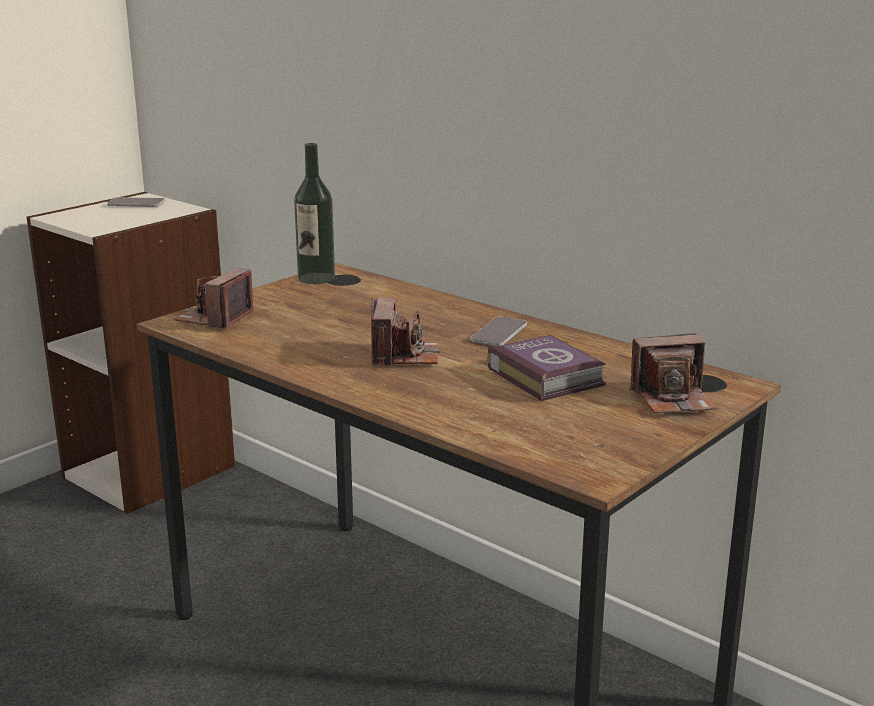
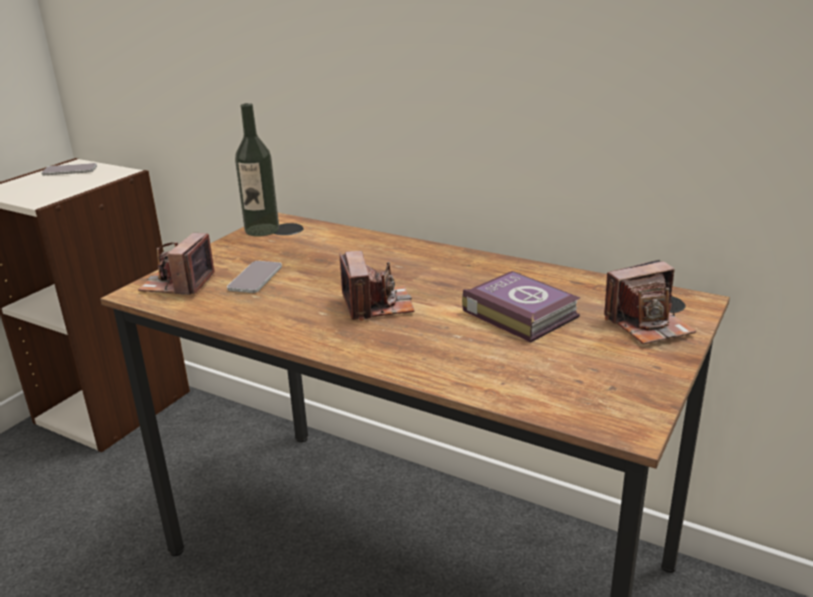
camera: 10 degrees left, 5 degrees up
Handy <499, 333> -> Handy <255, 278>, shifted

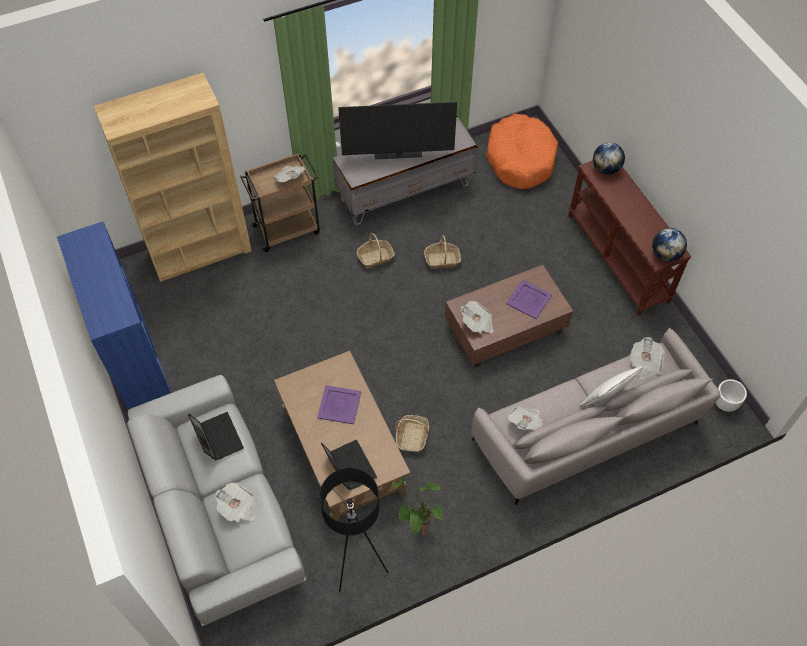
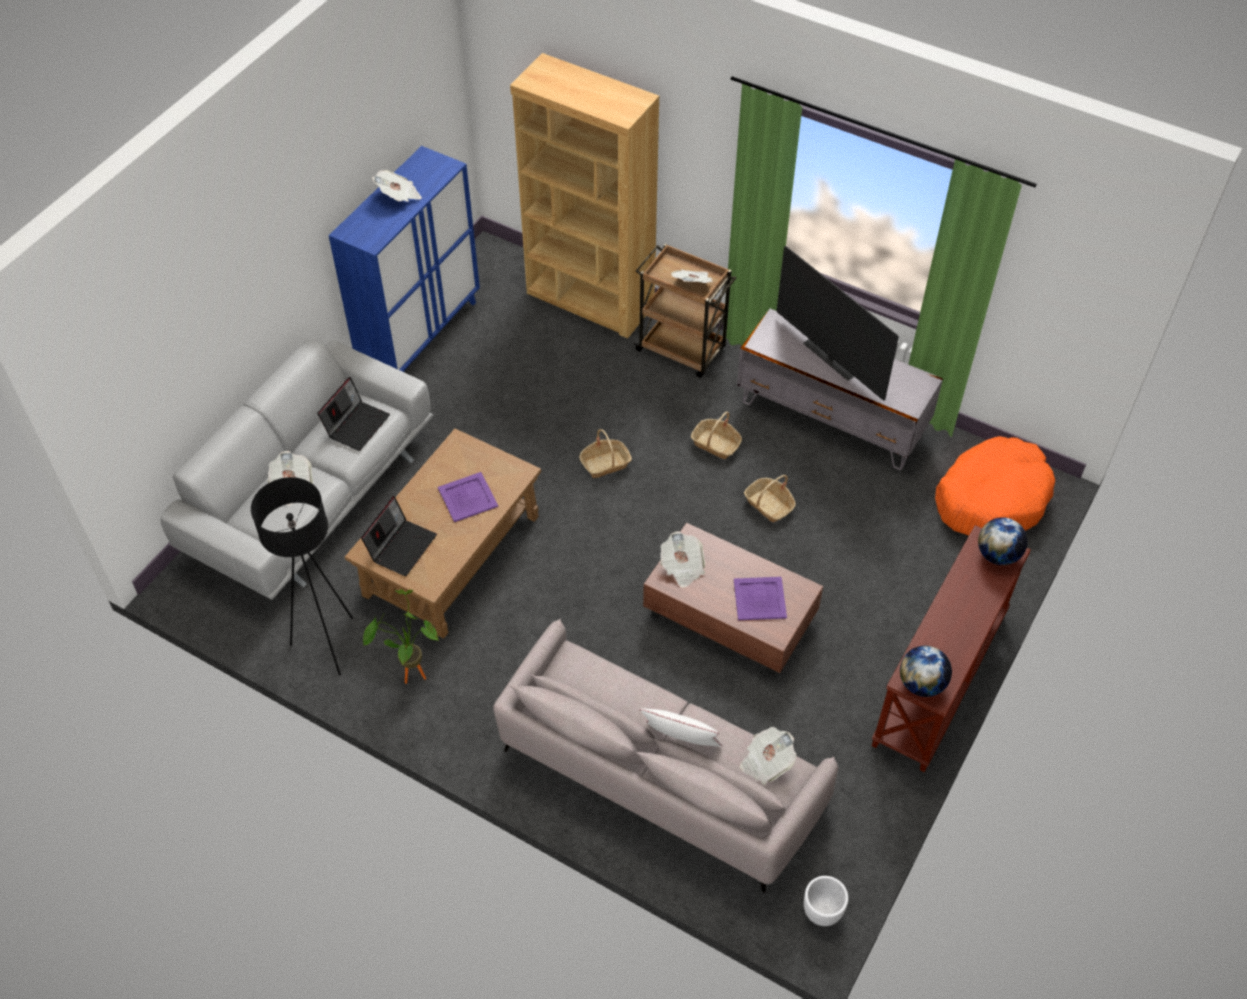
camera: 55 degrees right, 5 degrees down
Korb <412, 436> -> Korb <605, 464>, shifted
Zeitung <525, 422> -> Zeitung <399, 196>, shifted

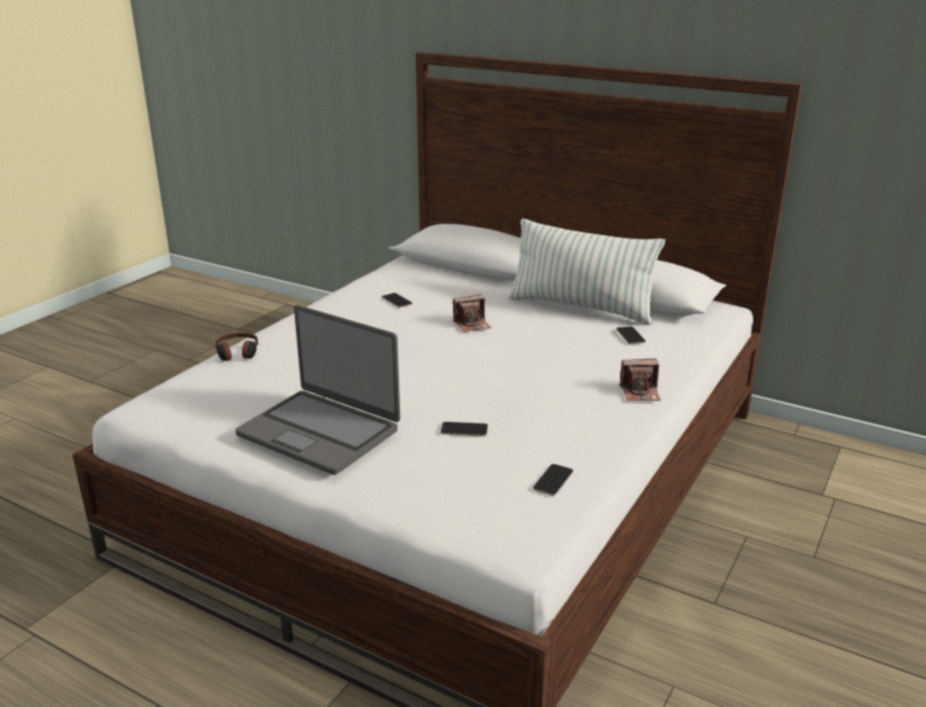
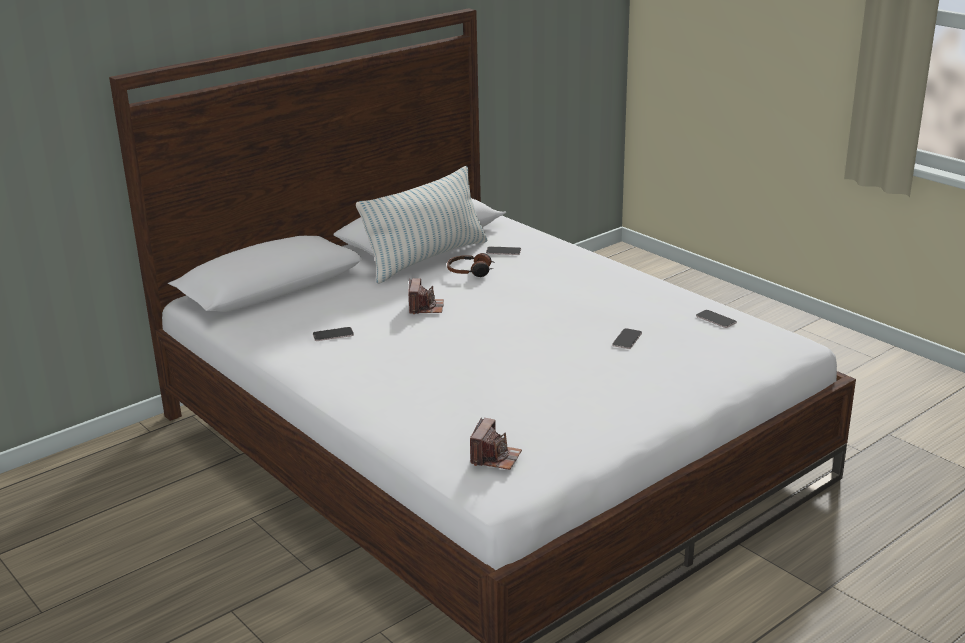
camera: 70 degrees left, 0 degrees up
Laptop <320, 432> -> none
Kopfhörer <237, 353> -> Kopfhörer <471, 271>, shifted
Kamera <640, 392> -> Kamera <495, 457>, shifted

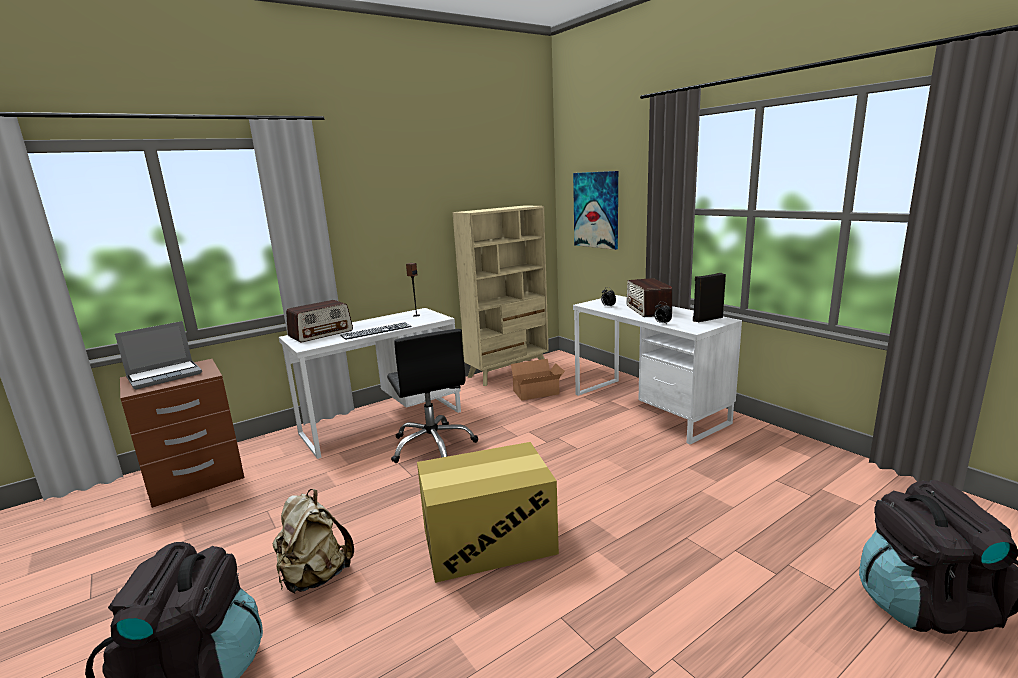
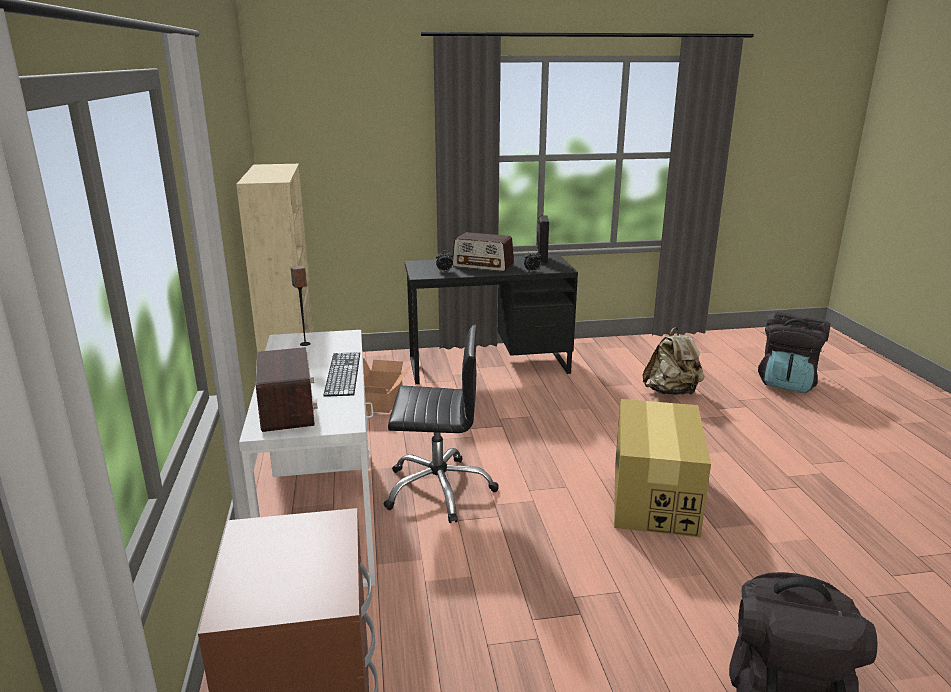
camera: 65 degrees left, 5 degrees up
Laptop <165, 375> -> none
Bild <596, 210> -> none
Rucksack/beige <315, 577> -> Rucksack/beige <671, 392>, shifted
Schreibtisch/weiß <648, 408> -> Schreibtisch/schwarz <489, 365>

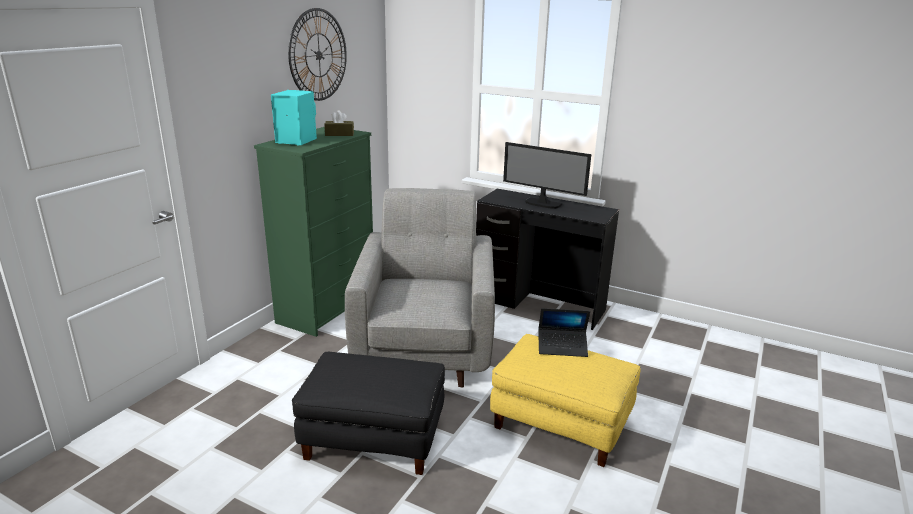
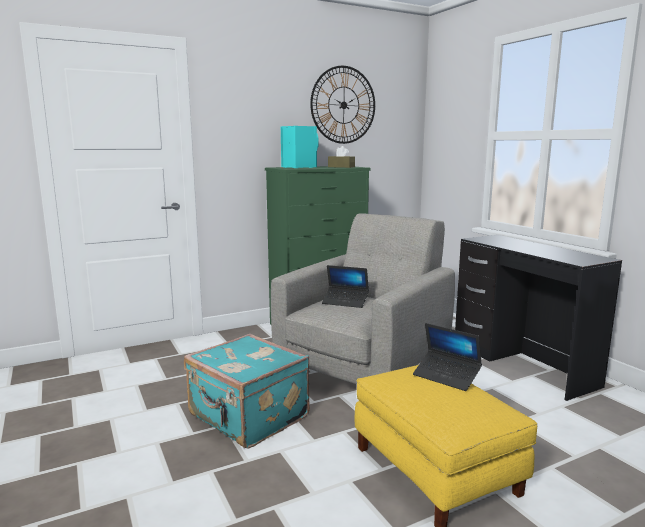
camera: 35 degrees right, 10 degrees down
Monitor <542, 204> -> none
none -> Laptop <345, 302>
Polsterhocker/schwarz <375, 437> -> Koffer/türkis <248, 417>

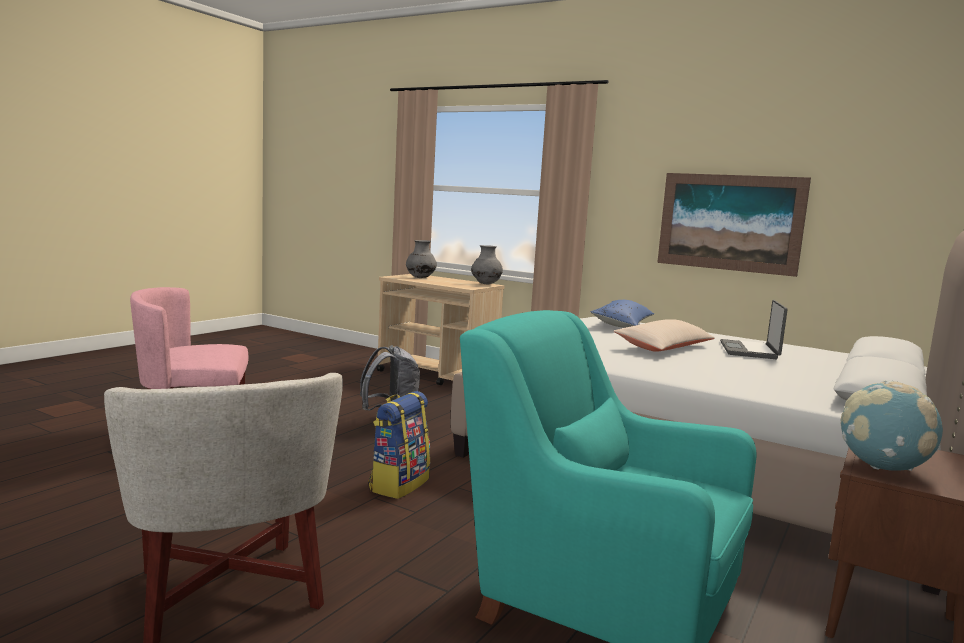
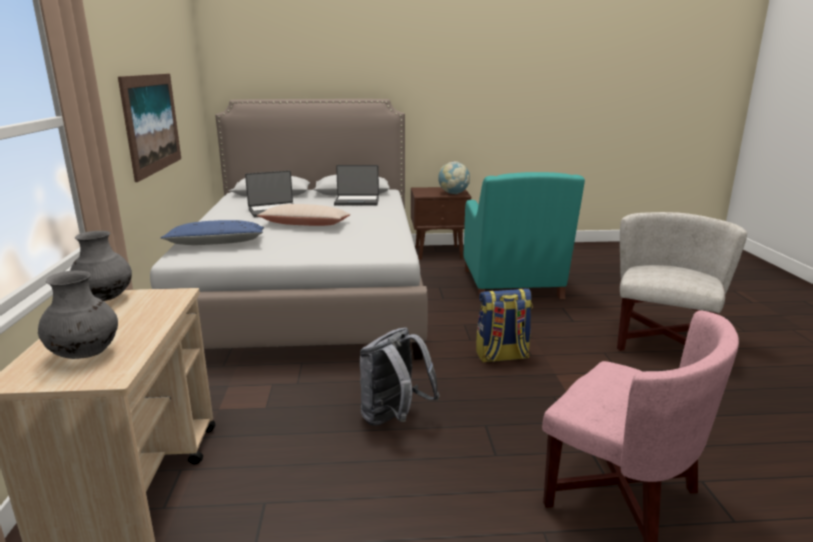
camera: 125 degrees left, 10 degrees up
none -> Laptop <357, 201>

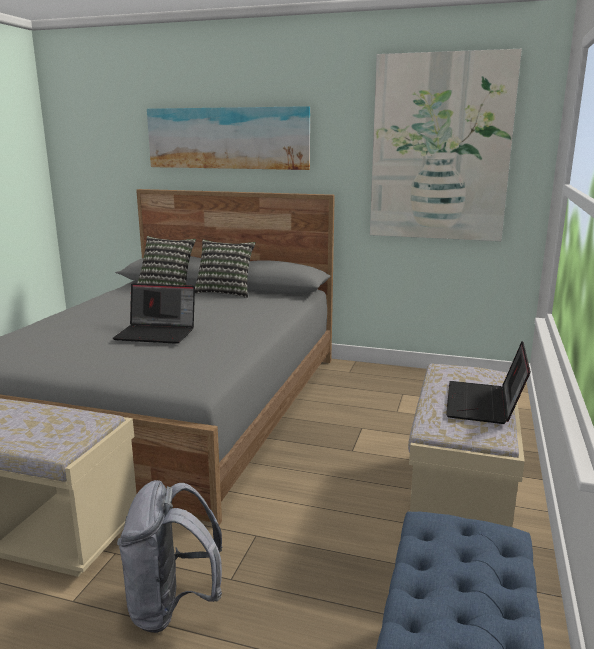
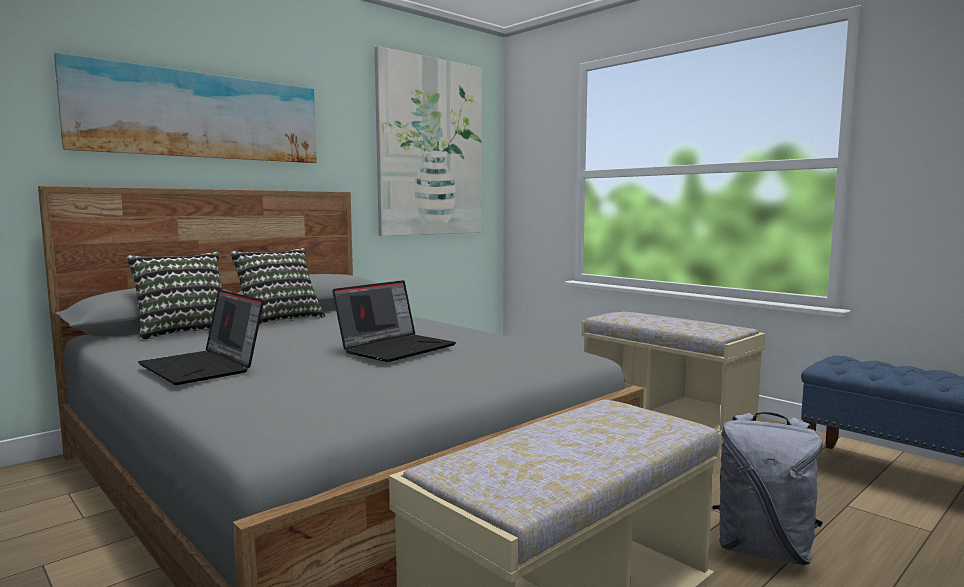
camera: 60 degrees left, 10 degrees down
Laptop <484, 404> -> Laptop <204, 367>, shifted

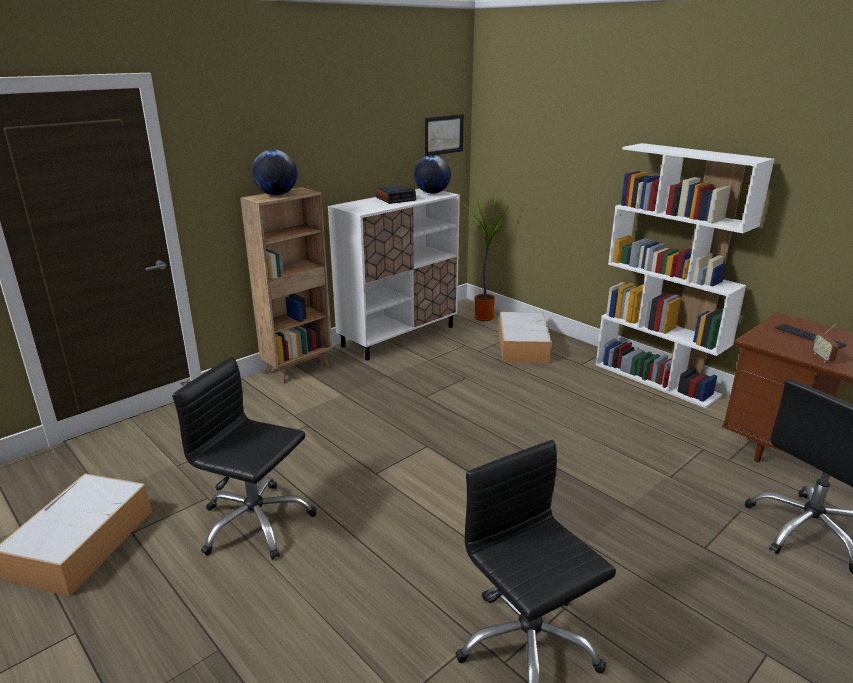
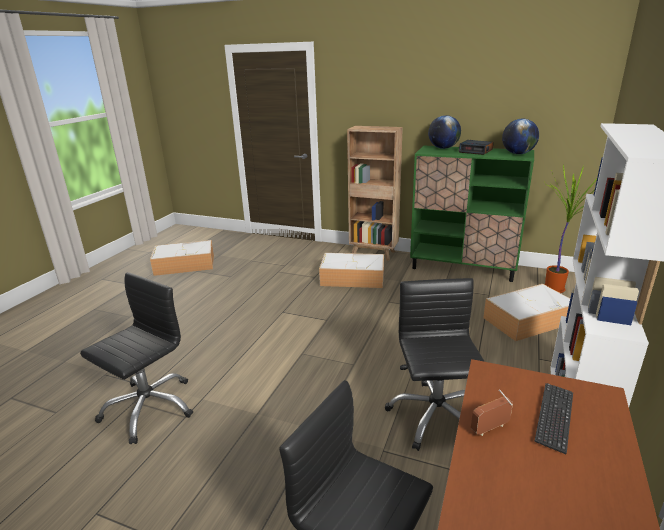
camera: 65 degrees right, 0 degrees up
Bild <444, 135> -> none
none -> Aufbewahrungsbox <353, 278>
Bürostuhl/schwarz <255, 523> -> Bürostuhl/schwarz <435, 416>, shifted
Globus <277, 195> -> Globus <443, 148>, shifted
Schrank/weiß <399, 336> -> Schrank/grün <463, 268>

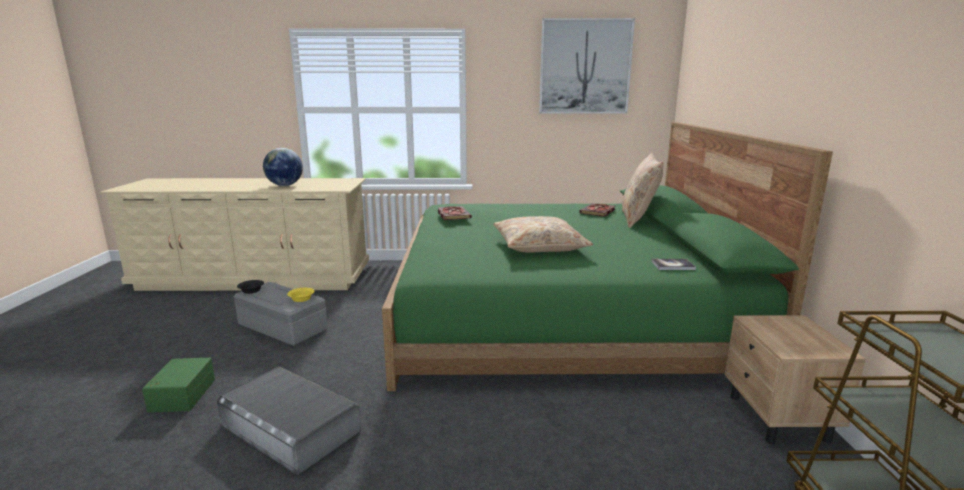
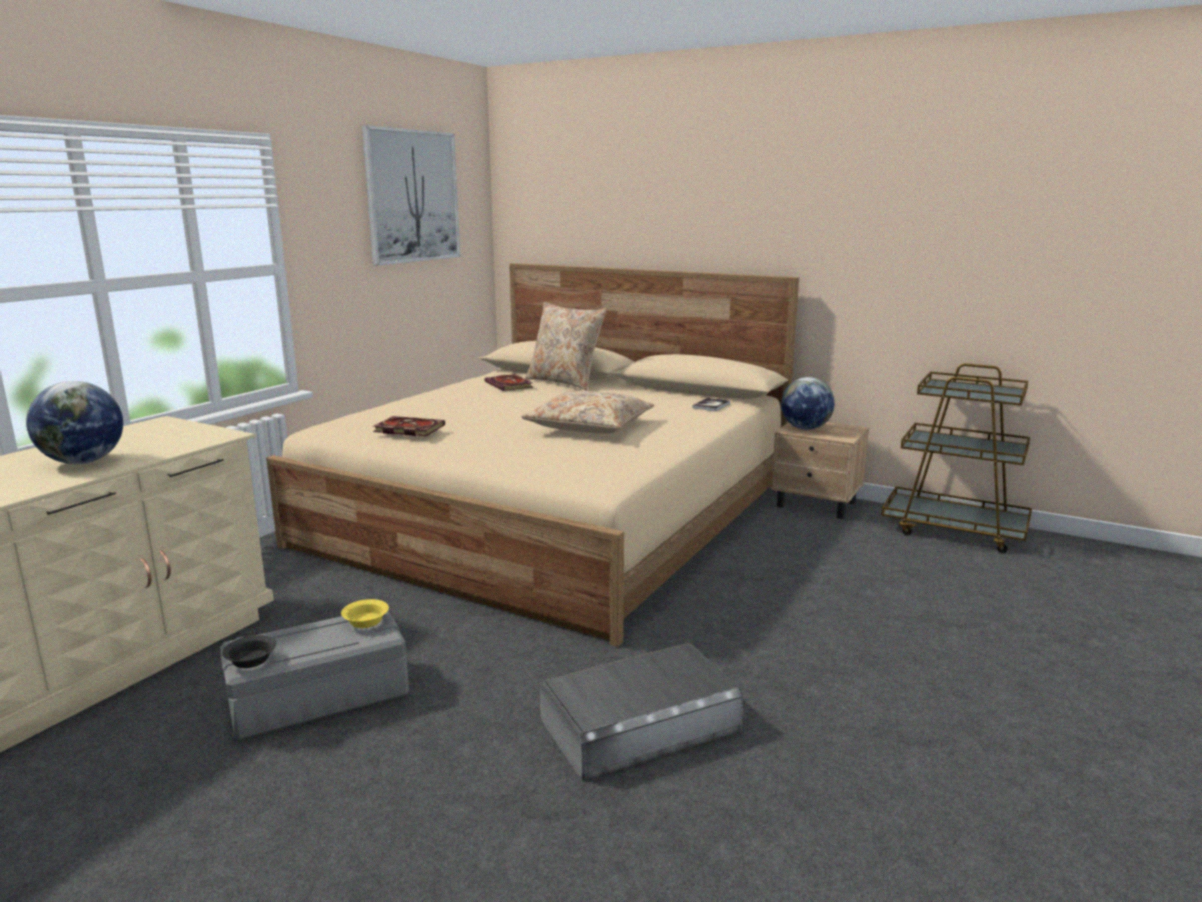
camera: 60 degrees left, 0 degrees up
Aufbewahrungsbox/grün <181, 395> -> none
none -> Globus <805, 428>
Bett/grün <560, 313> -> Bett/beige <555, 515>

